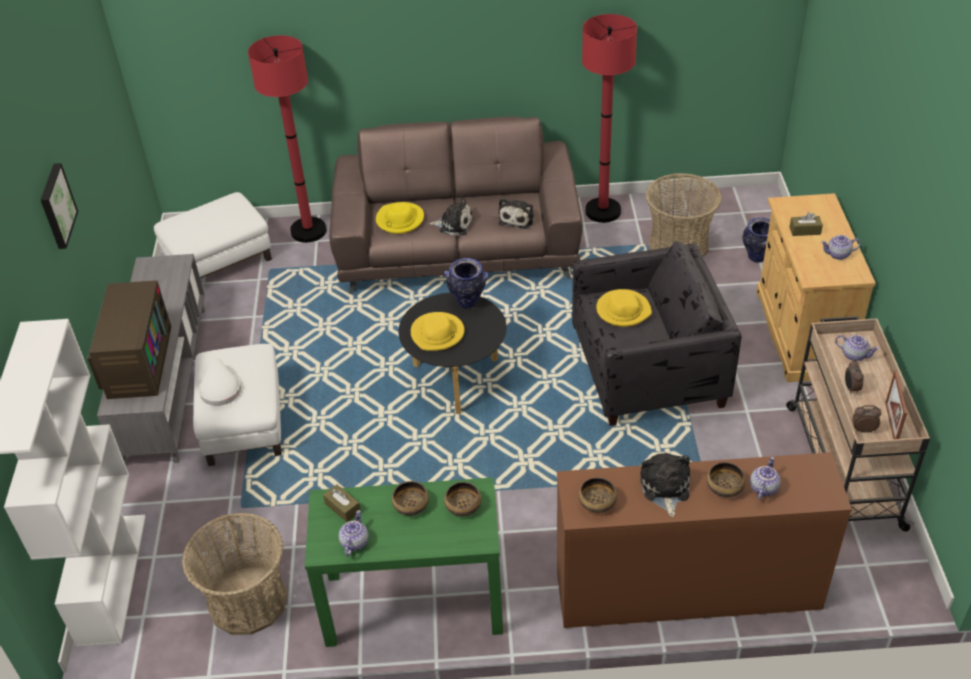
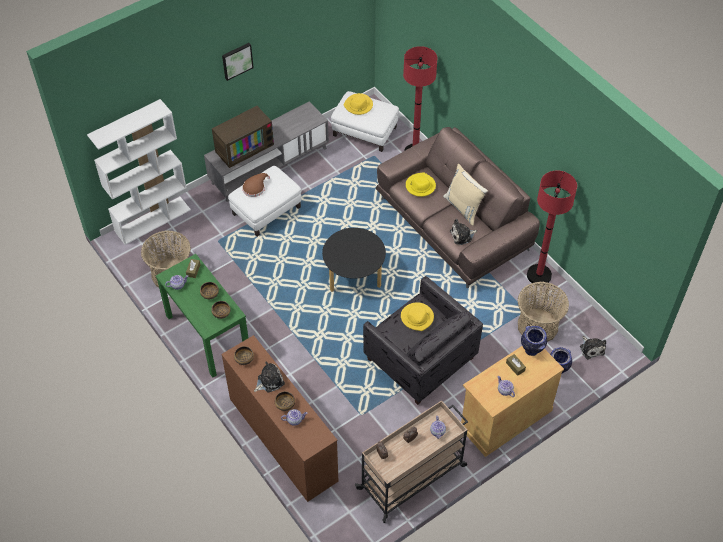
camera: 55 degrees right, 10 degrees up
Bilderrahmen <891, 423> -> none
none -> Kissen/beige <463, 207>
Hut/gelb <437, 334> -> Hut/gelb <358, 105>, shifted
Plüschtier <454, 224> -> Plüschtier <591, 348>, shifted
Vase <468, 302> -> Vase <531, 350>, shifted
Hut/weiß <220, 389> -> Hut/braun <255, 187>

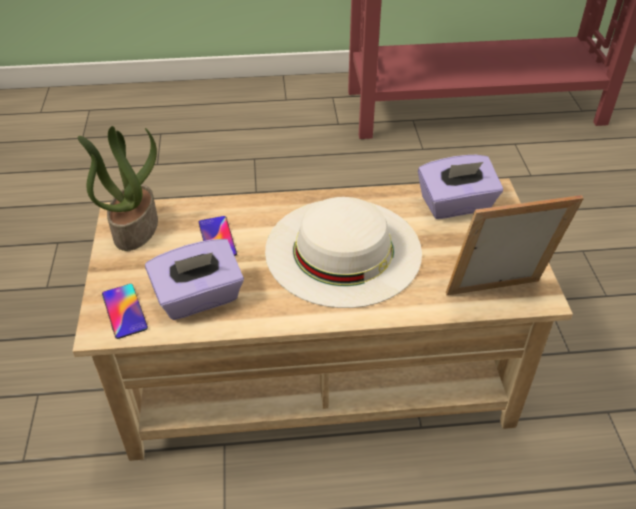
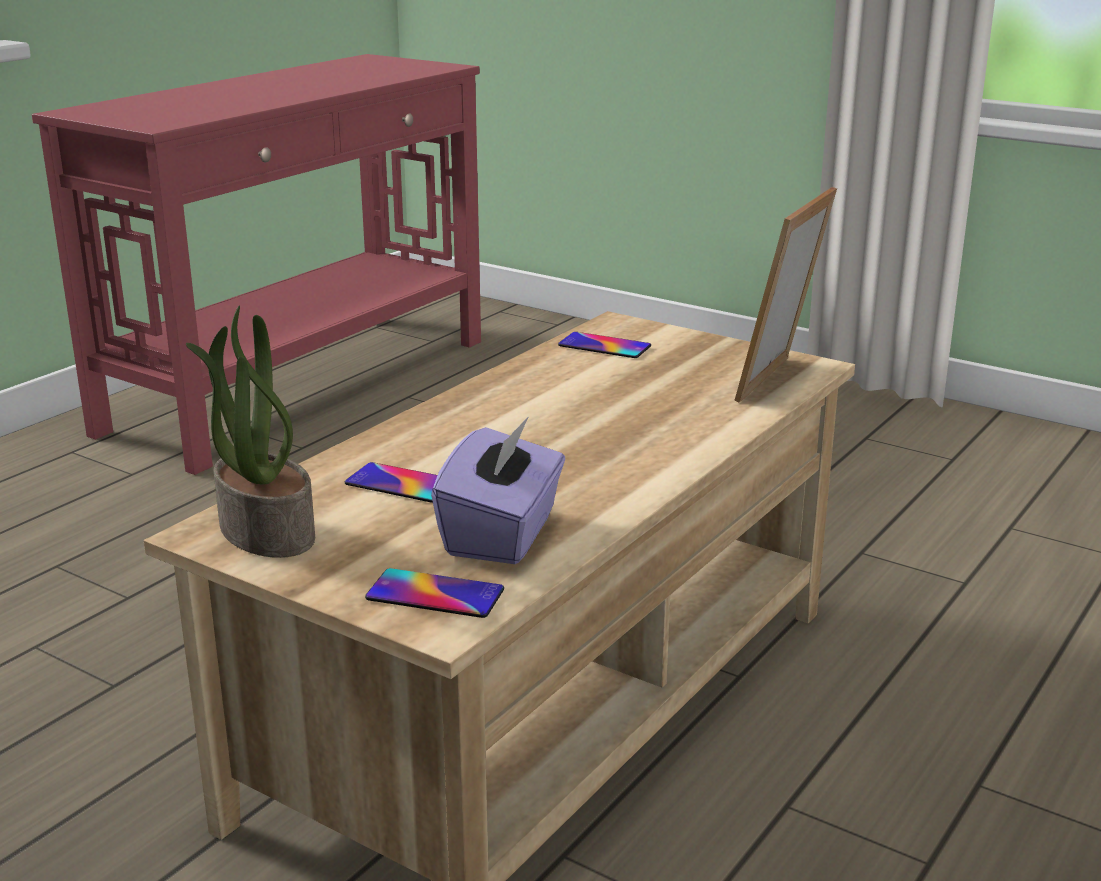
camera: 50 degrees left, 20 degrees down
Hut/weiß <343, 250> -> none
Taschentuchbox/lila <456, 205> -> Handy <604, 346>

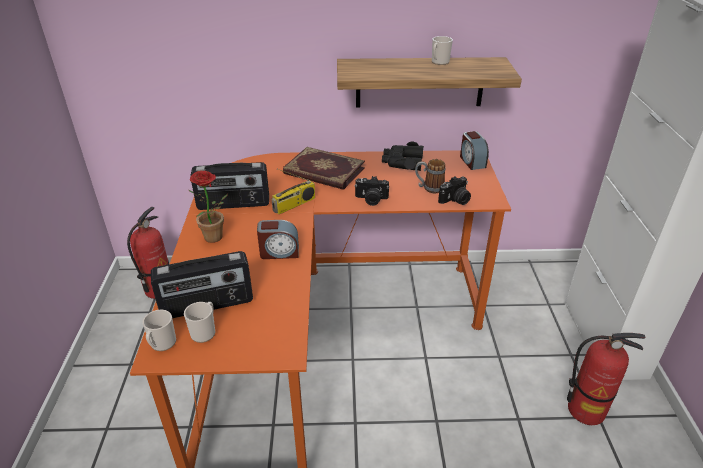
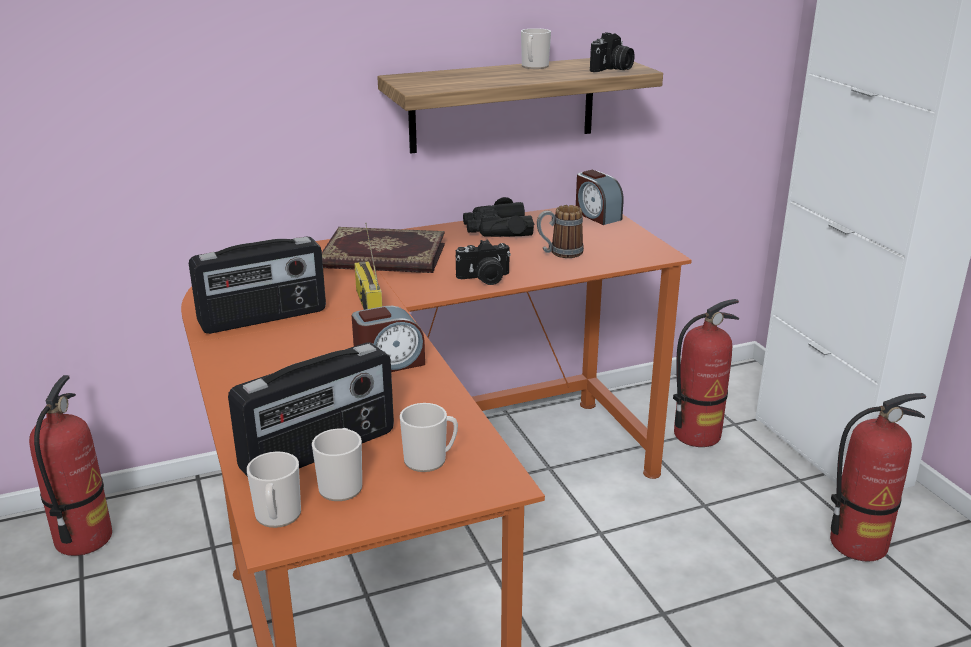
camera: 20 degrees left, 10 degrees down
Topfpflanze <215, 239> -> none
none -> Henkelbecher <430, 460>
none -> Feuerlöscher <697, 435>
Kamera <455, 200> -> Kamera <612, 69>, shifted
Radio <294, 205> -> Radio <367, 303>, 135 degrees clockwise

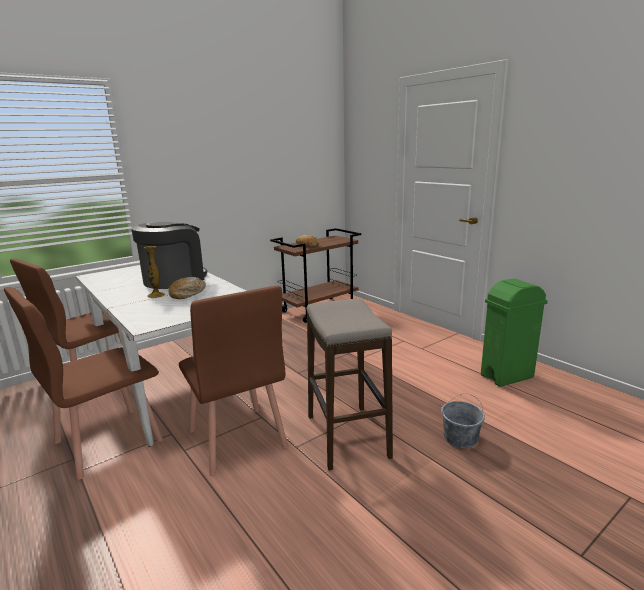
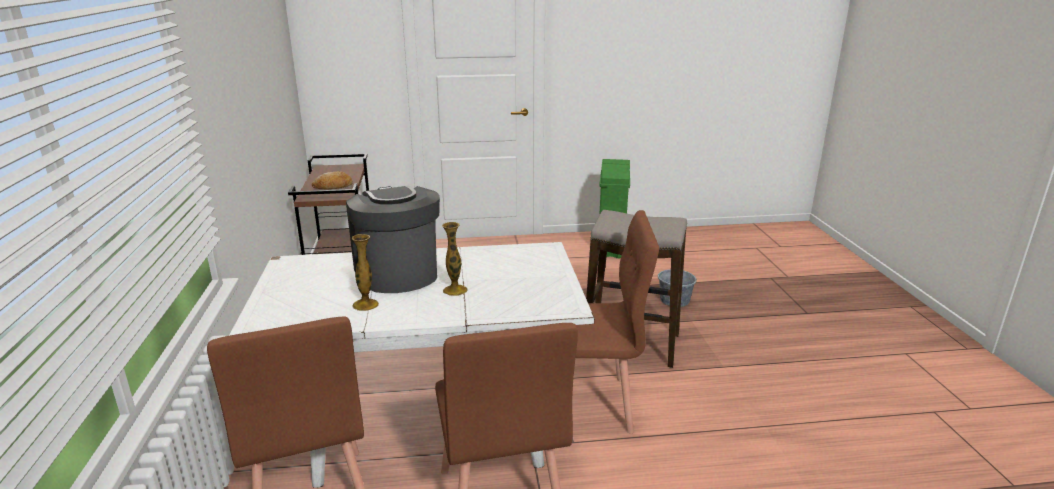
camera: 60 degrees left, 5 degrees up
Brot <188, 293> -> none
none -> Vase <365, 305>

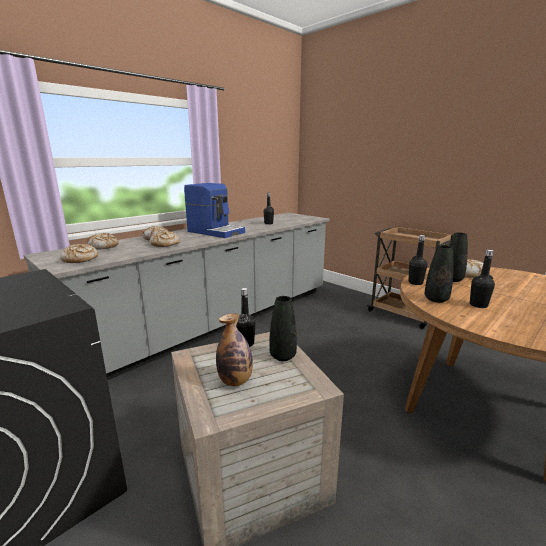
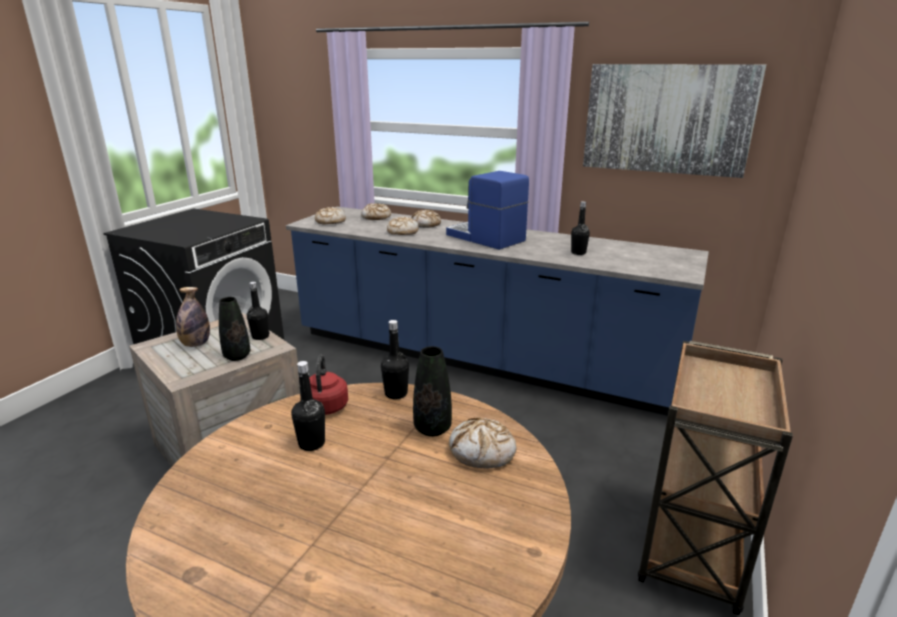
camera: 70 degrees right, 5 degrees up
none -> Bild <667, 119>
Vase/schwarz <436, 299> -> Wasserkessel/rot <326, 408>
Küchenzeile/grau <216, 323> -> Küchenzeile/blau <478, 359>
Kaffeemaschine <216, 232> -> Kaffeemaschine <485, 238>, 120 degrees clockwise

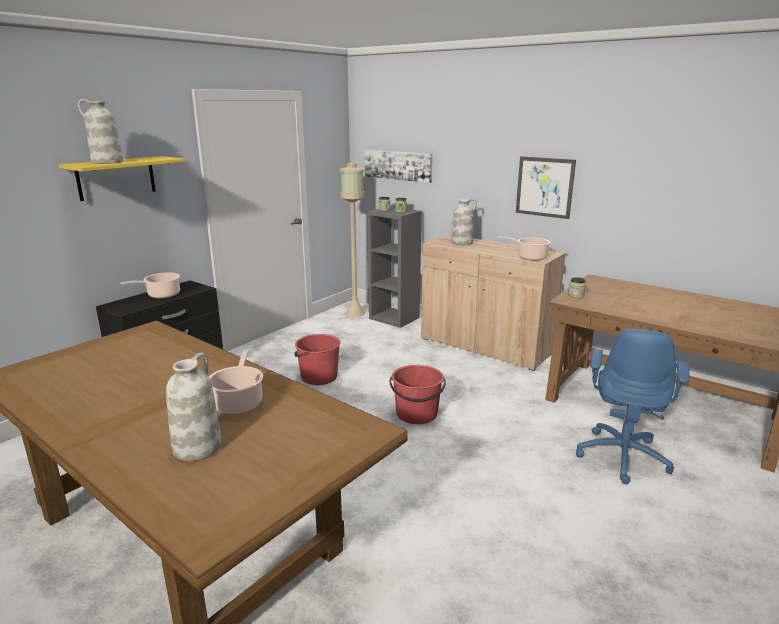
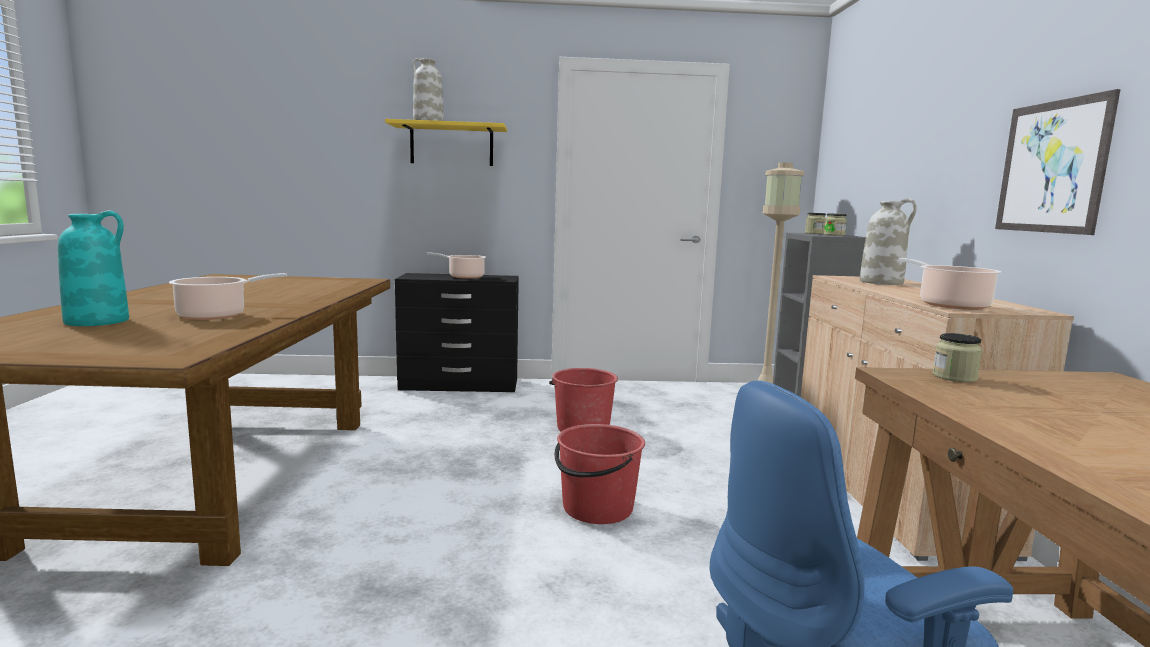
camera: 50 degrees right, 10 degrees down
Bild <398, 165> -> none
Vase/weiß <197, 447> -> Vase/türkis <98, 321>

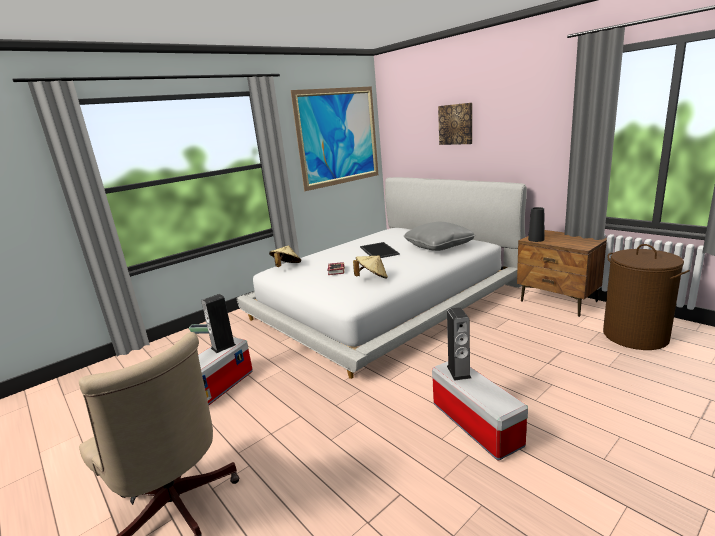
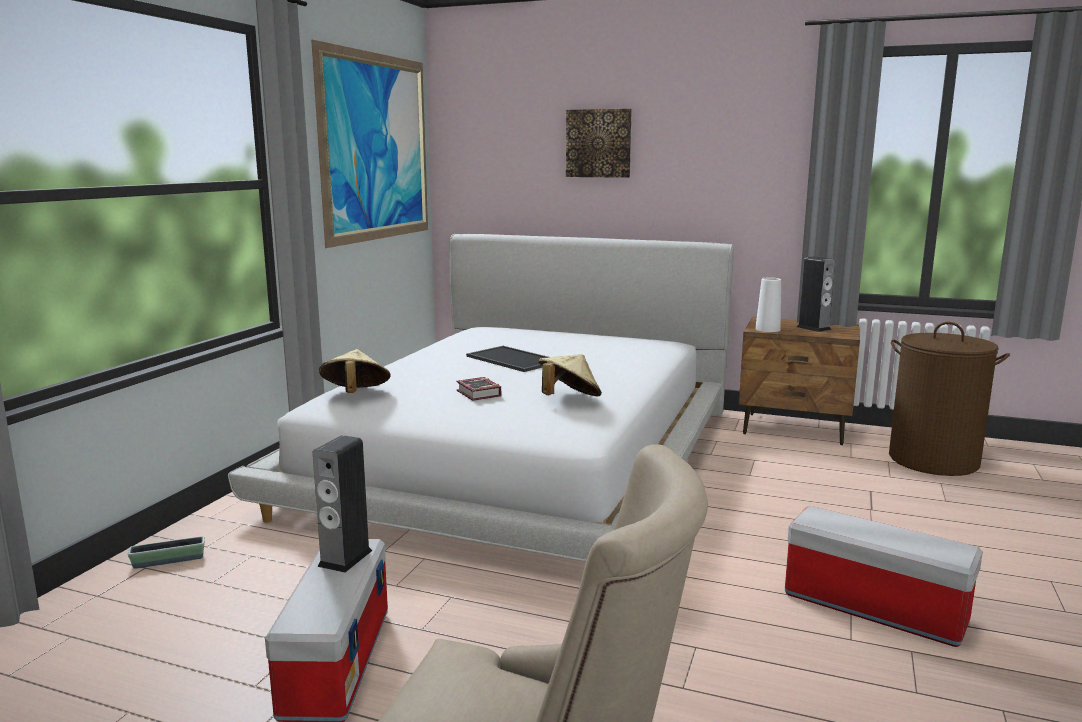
camera: 30 degrees left, 5 degrees down
Kissen/grau <438, 246> -> none
Lautsprecher <458, 372> -> Lautsprecher <813, 328>, shifted
Vase/schwarz <536, 239> -> Vase/weiß <767, 329>

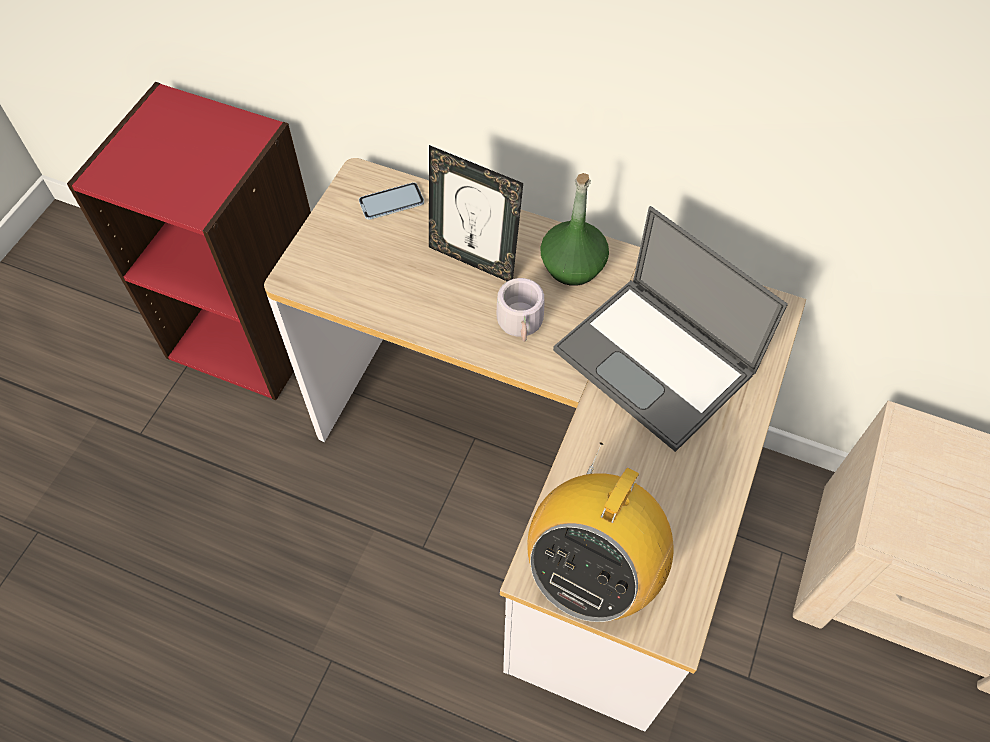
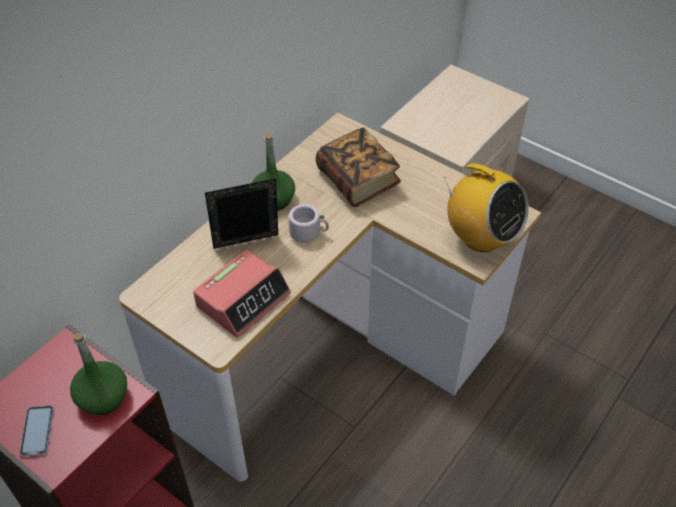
camera: 75 degrees left, 10 degrees down
none -> Flasche/grün <103, 397>
none -> Wecker <243, 299>
Handy <391, 202> -> Handy <37, 431>, shifted
Laptop <656, 362> -> Buch <358, 180>
Bilderrahmen <473, 259> -> Bilderrahmen <247, 245>, 150 degrees counterclockwise

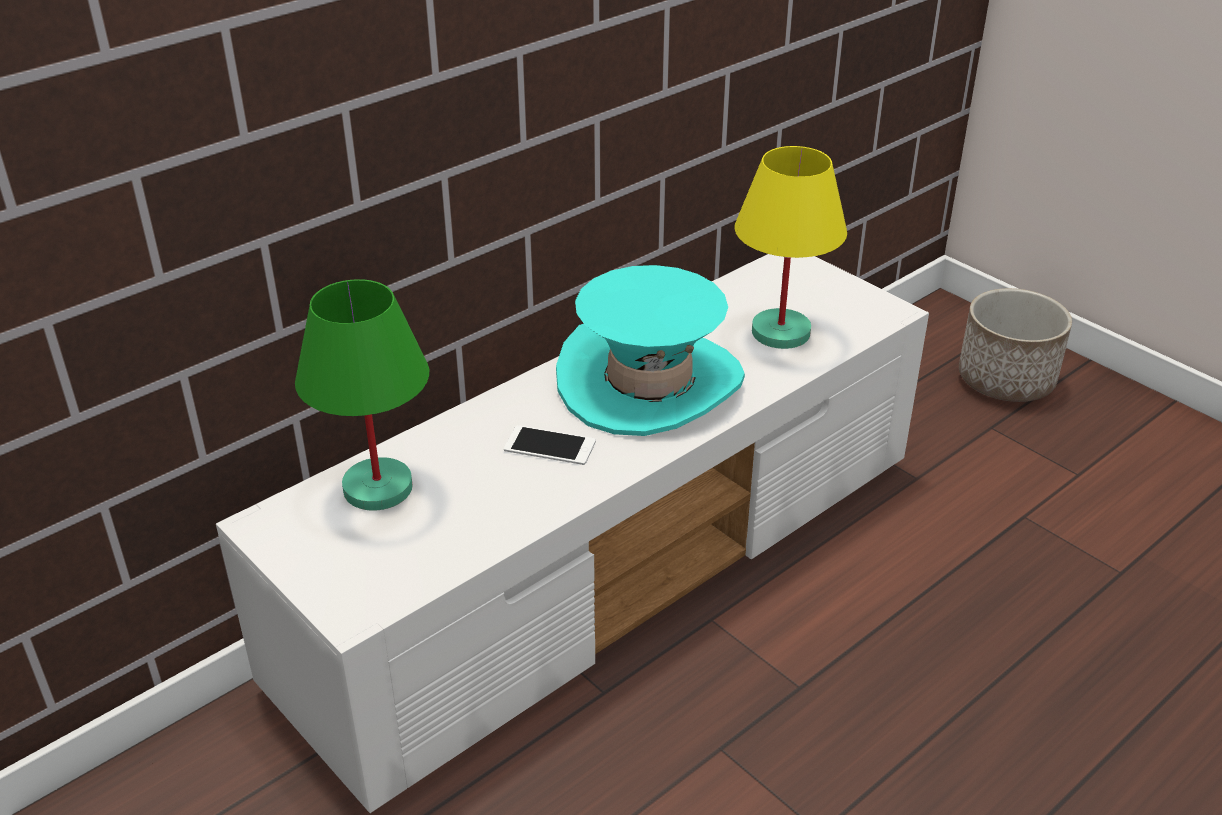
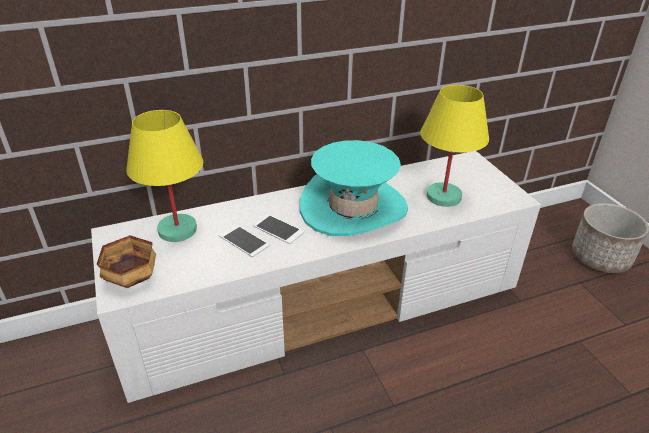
camera: 20 degrees right, 0 degrees up
none -> Schüssel <131, 278>
none -> Handy <244, 241>
Tischlampe/grün <378, 489> -> Tischlampe/gelb <177, 230>

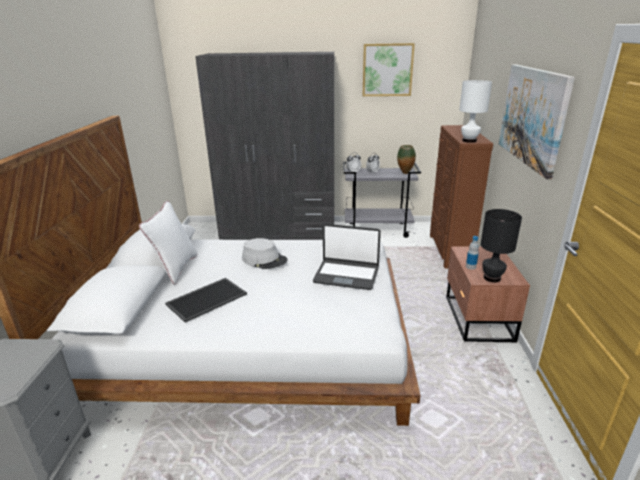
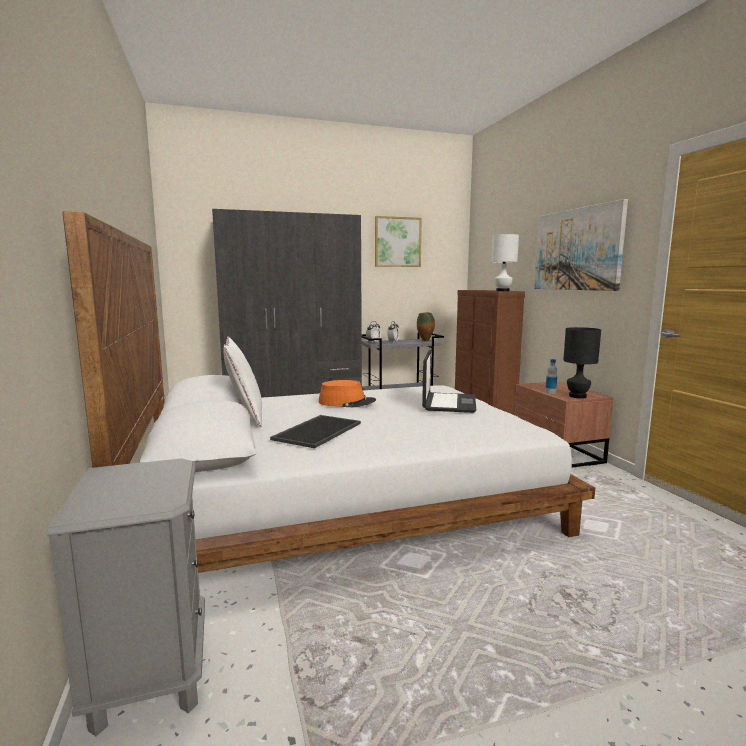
camera: 20 degrees left, 15 degrees down
Hut/grau <264, 260> -> Hut/orange <347, 402>
Laptop <346, 275> -> Laptop <448, 403>, 75 degrees counterclockwise

